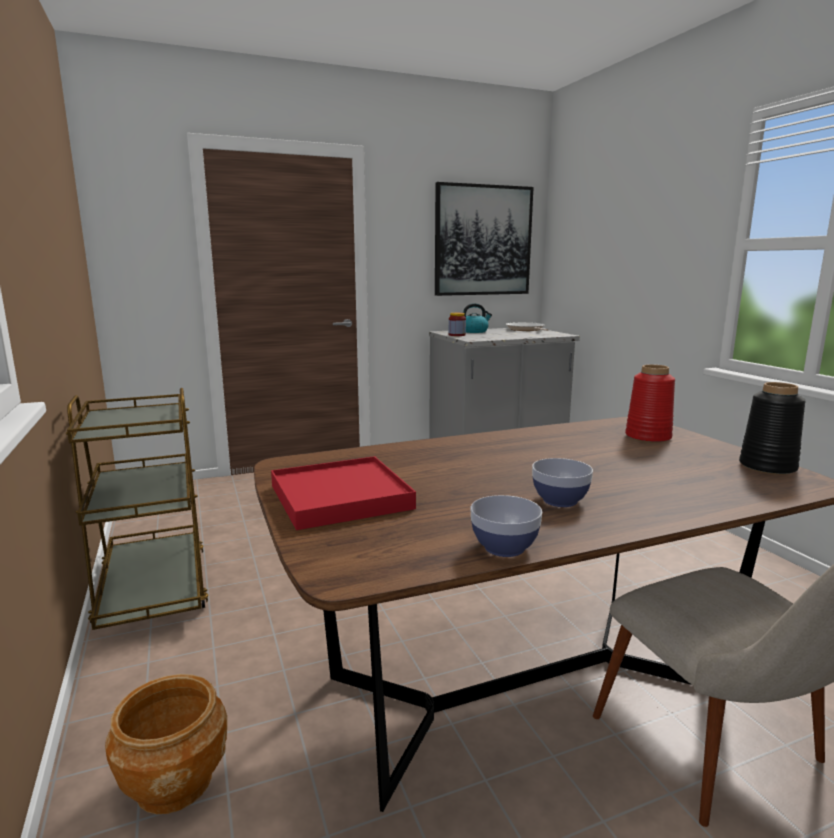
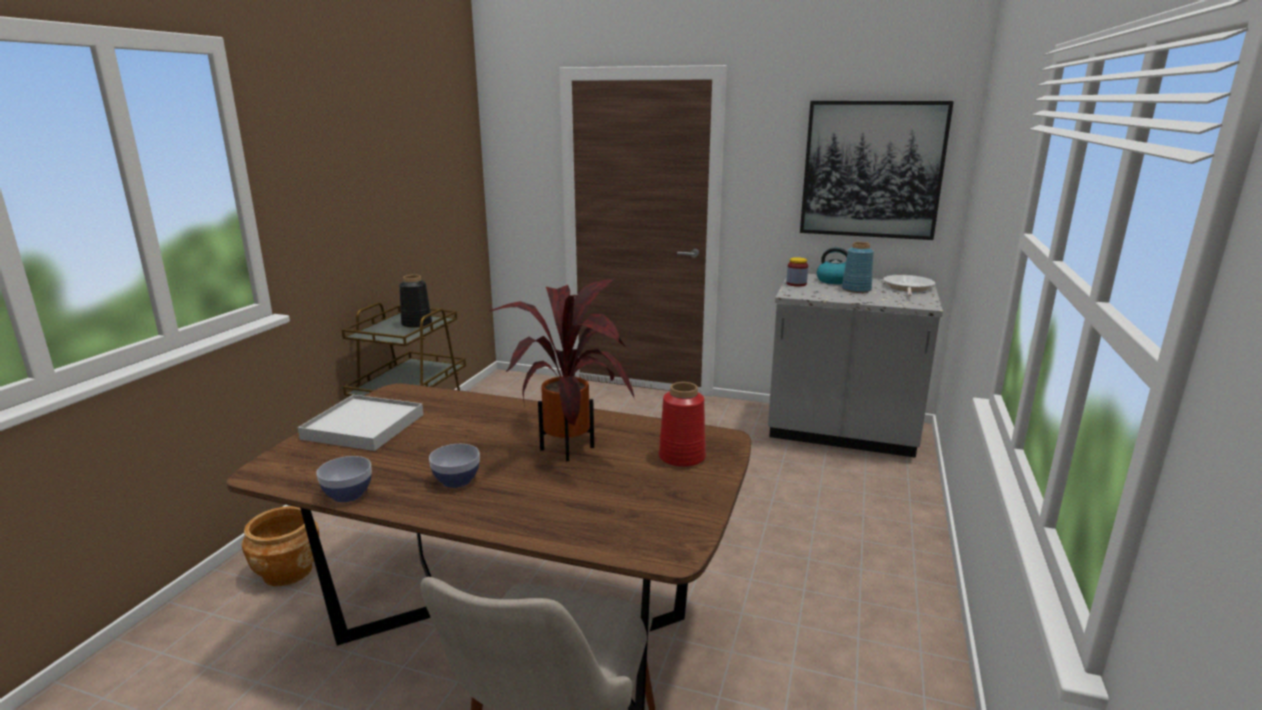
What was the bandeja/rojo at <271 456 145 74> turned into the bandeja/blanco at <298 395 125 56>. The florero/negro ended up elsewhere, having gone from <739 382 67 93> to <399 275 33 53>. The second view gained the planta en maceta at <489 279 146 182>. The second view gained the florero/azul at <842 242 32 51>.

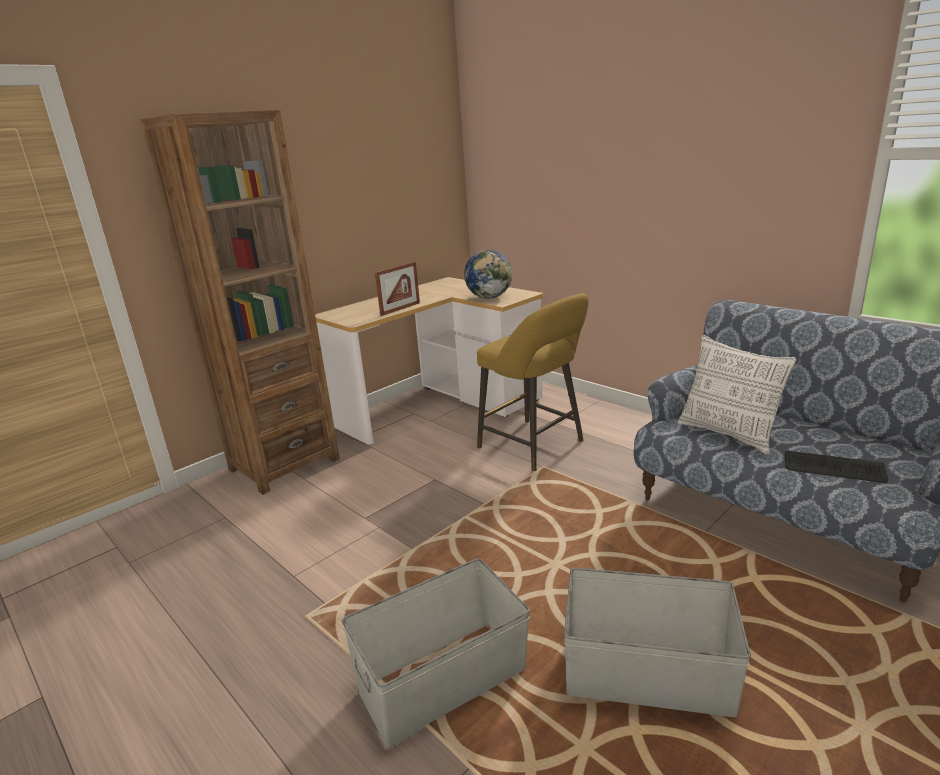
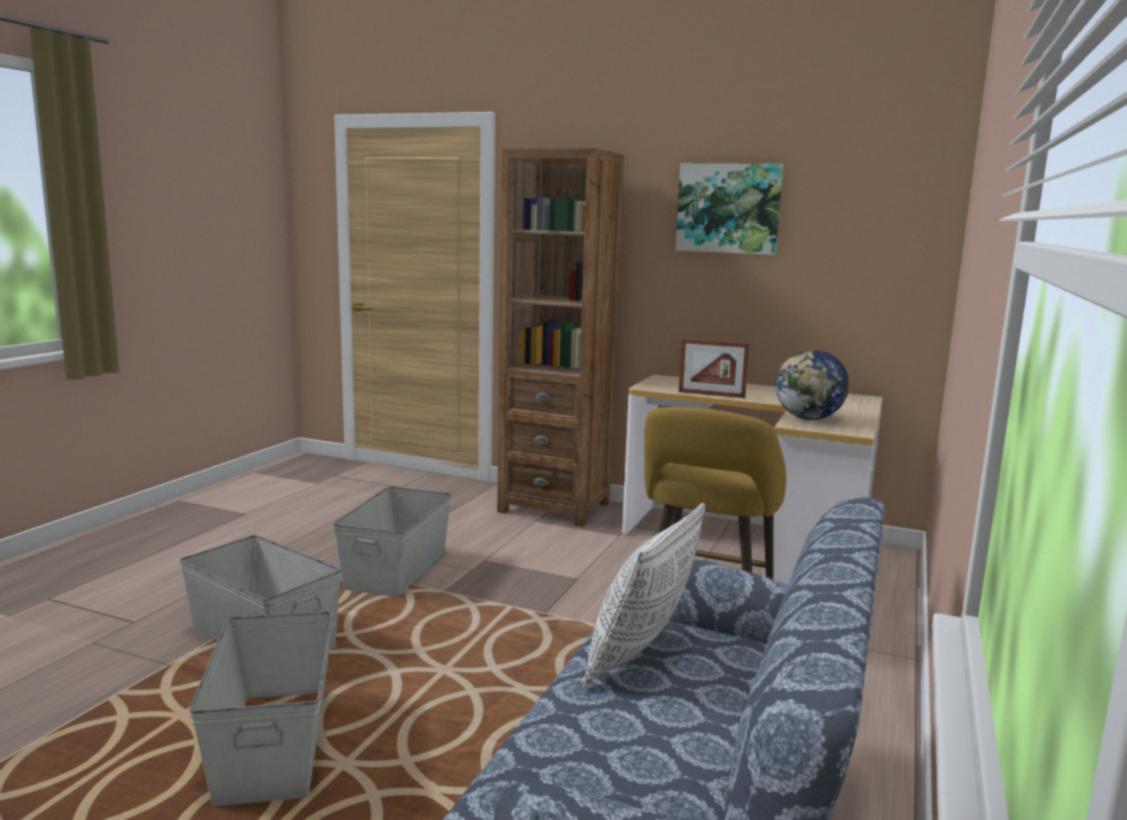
The second view lost the teclado at <785 451 103 32>. The second view gained the caja de almacenaje/gris at <333 486 119 111>. The second view gained the cuadro at <675 163 108 92>.

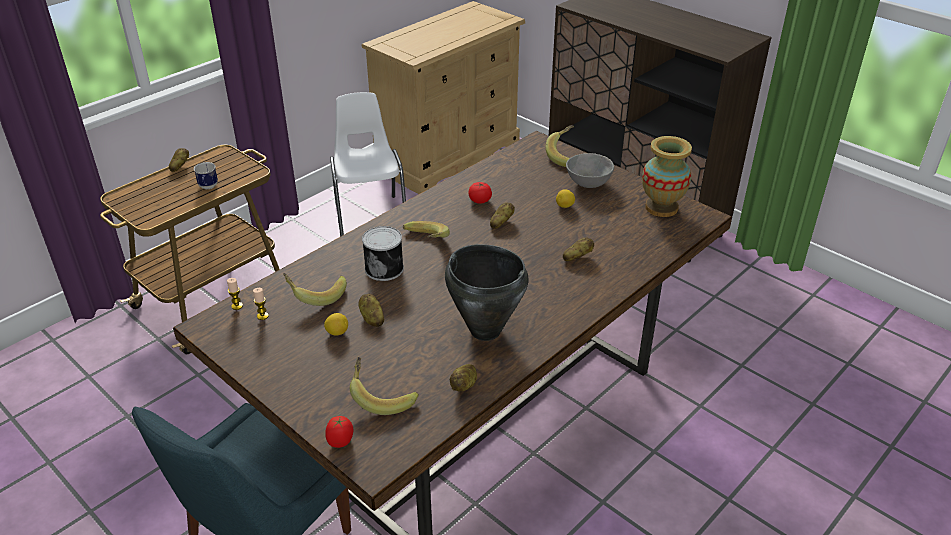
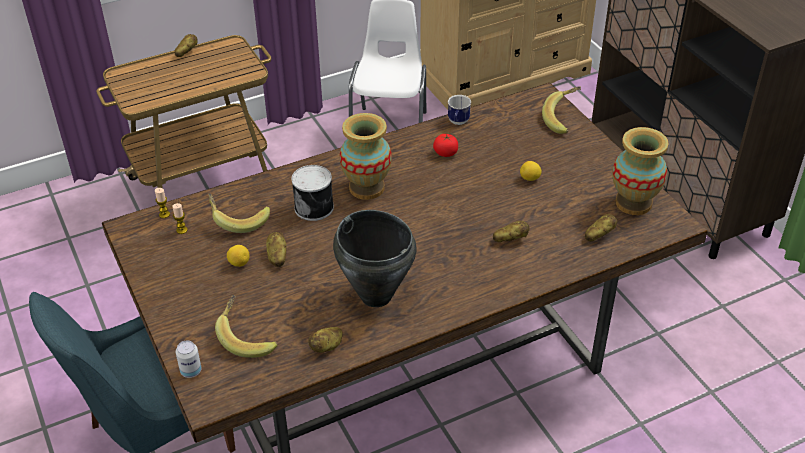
The taza grande ended up elsewhere, having gone from <194 162 24 27> to <448 95 23 30>. Where the tomate stood at <325 416 28 32>, the lata came to stand at <176 341 26 37>. Where the plátano stood at <403 221 47 17>, the florero came to stand at <339 113 53 87>. The patata ended up elsewhere, having gone from <490 202 25 27> to <585 214 32 27>. The second view lost the cuenco/gris at <566 153 48 35>.

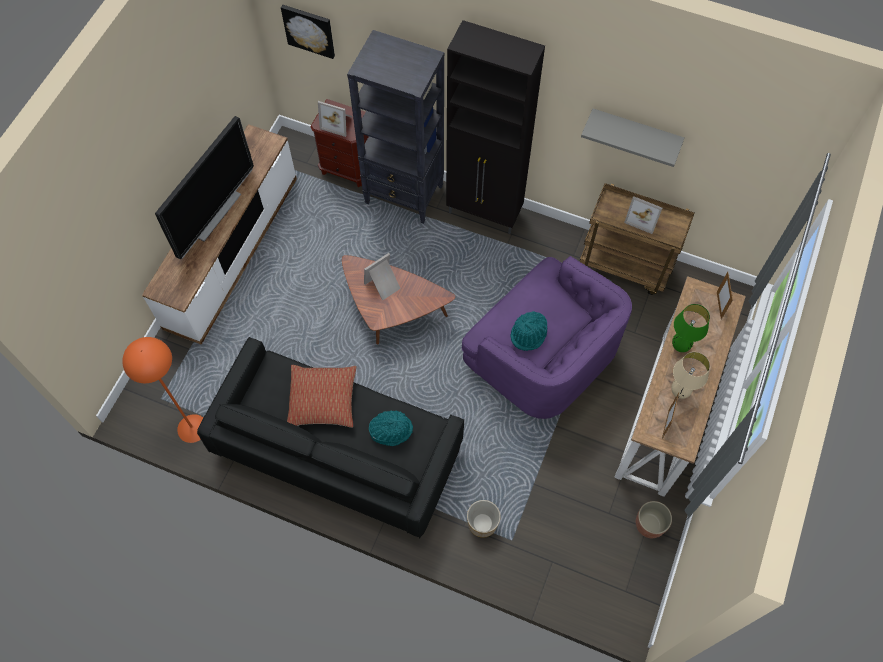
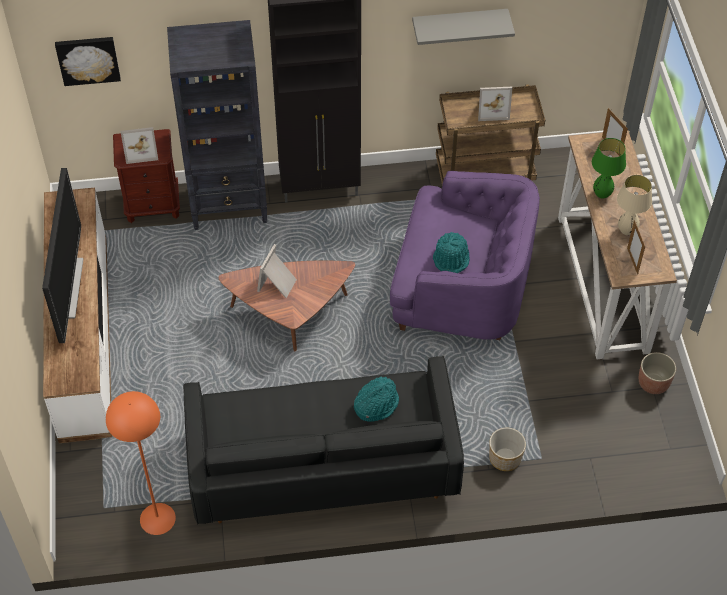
The second view lost the cojín at <287 365 70 63>.

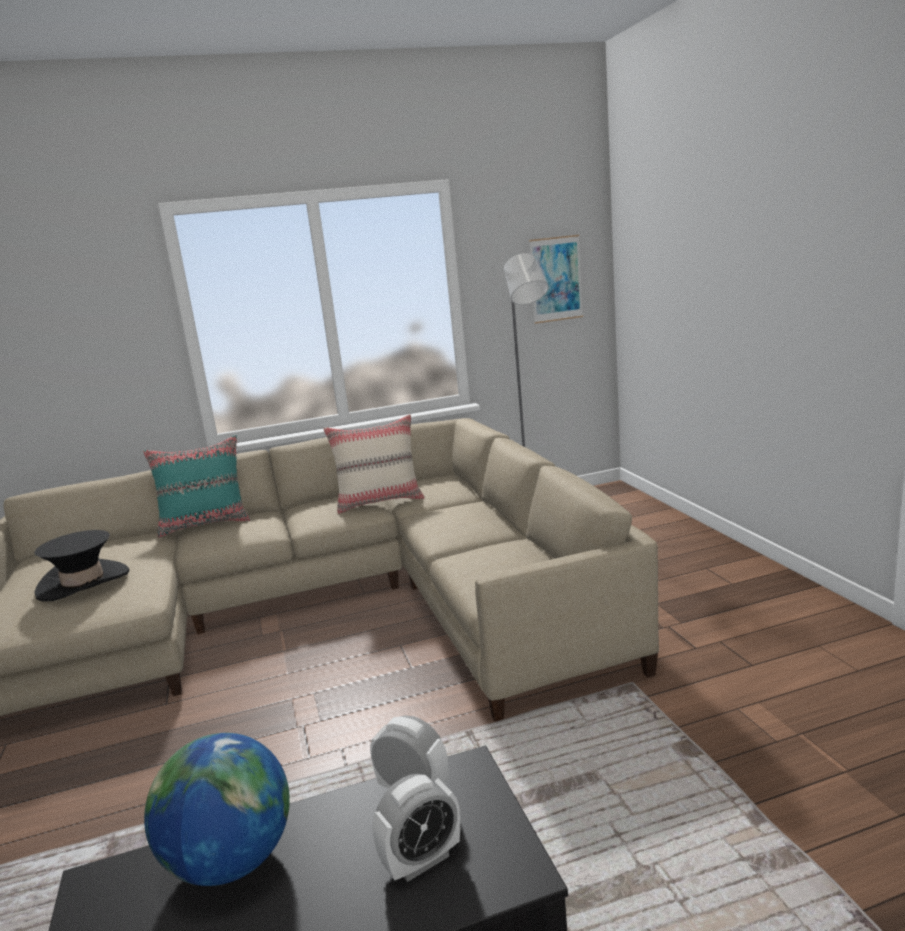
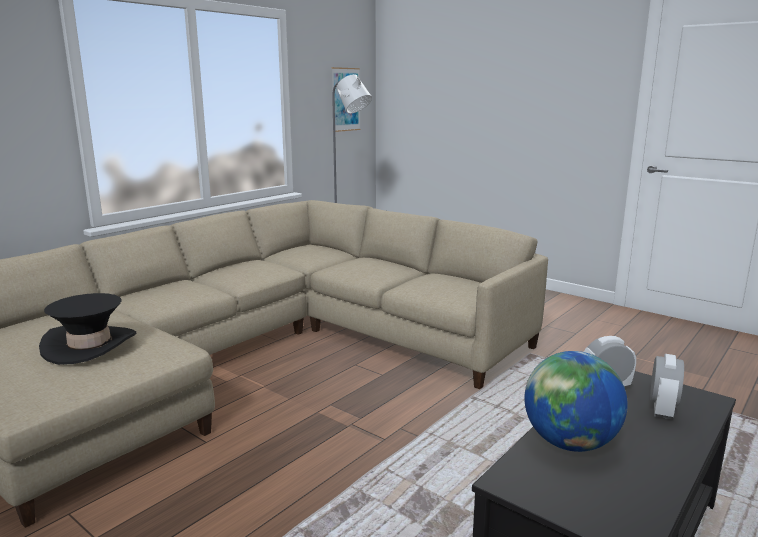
The second view lost the cojín/turquesa at <143 435 108 103>. The second view lost the cojín/beis at <324 414 101 100>.

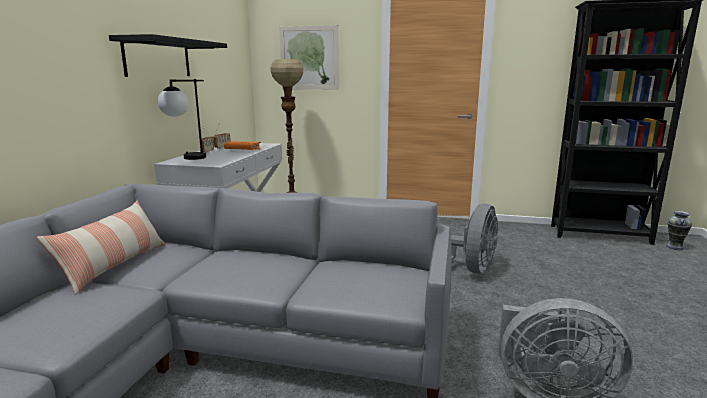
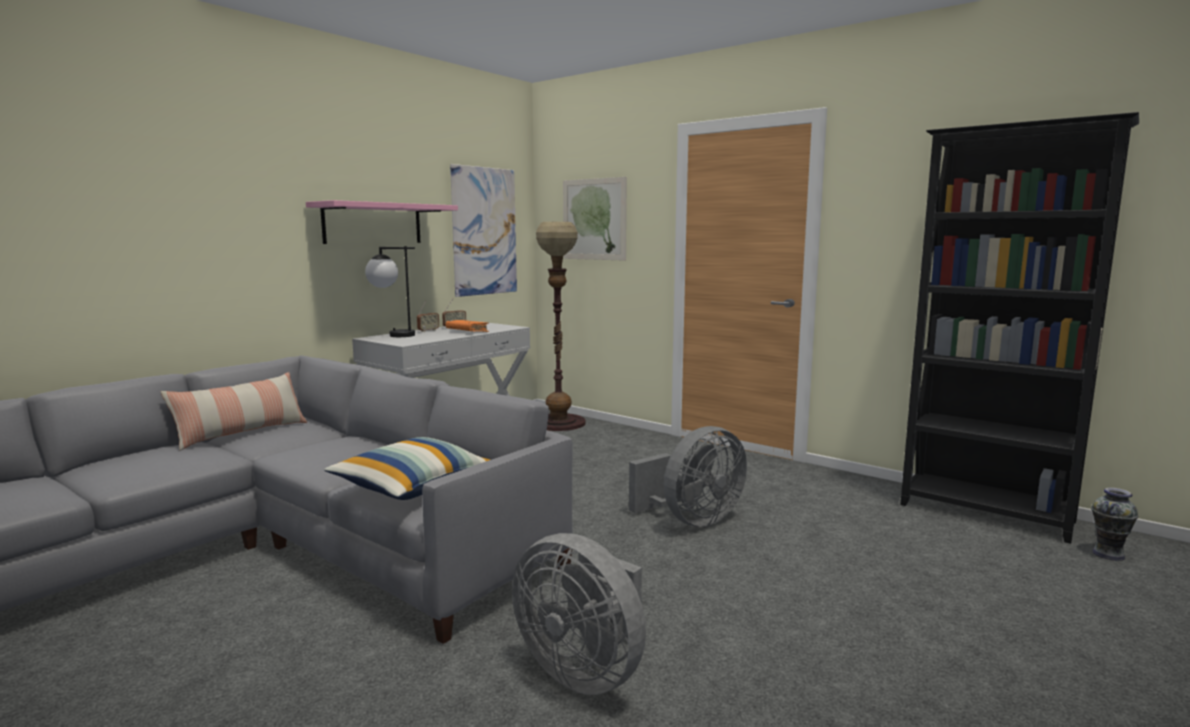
What was the estante/negro at <109 34 118 43> turned into the estante/rosa at <306 200 152 44>. The second view gained the cojín at <324 437 166 63>. The second view gained the cuadro at <450 164 67 133>.

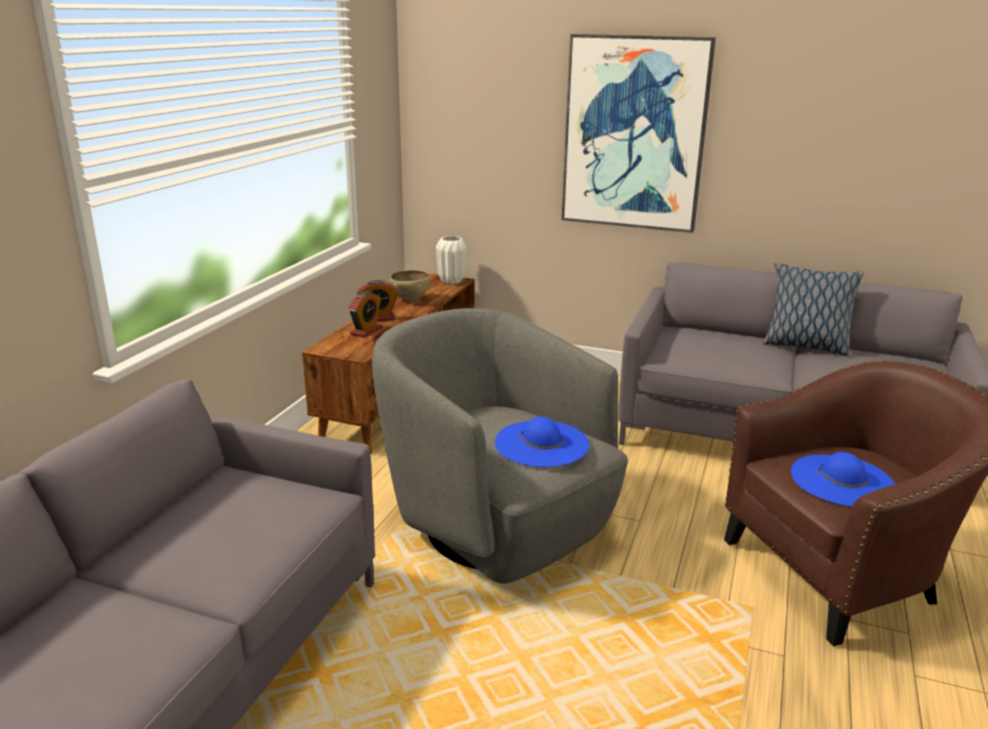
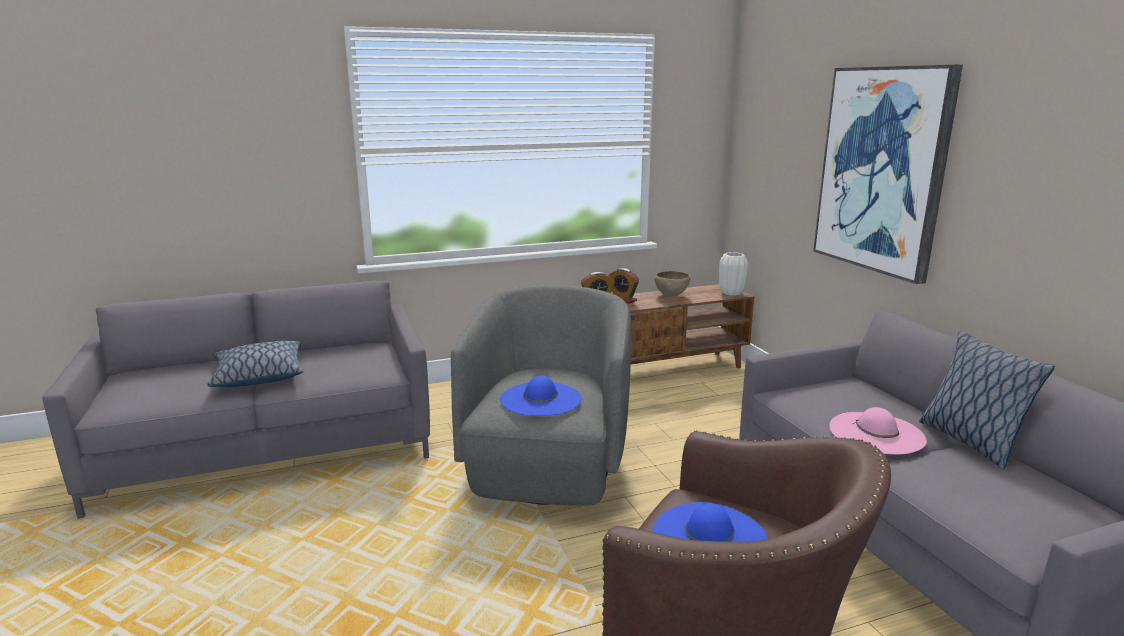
The second view gained the cojín at <207 341 96 46>. The second view gained the sombrero/rosa at <829 407 98 48>.

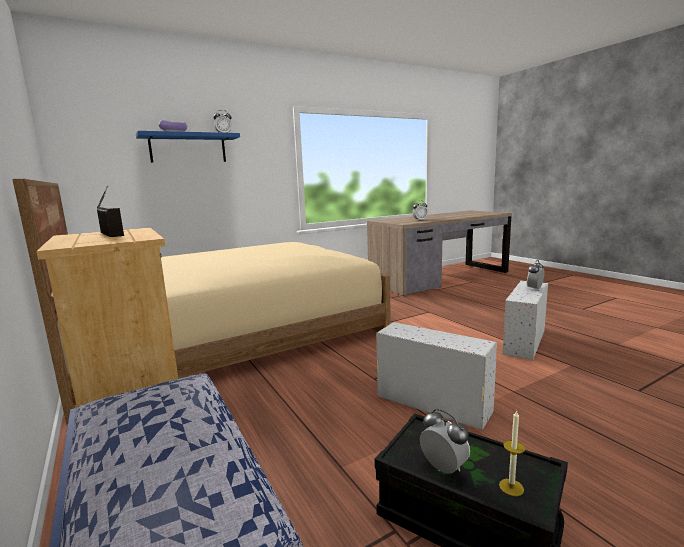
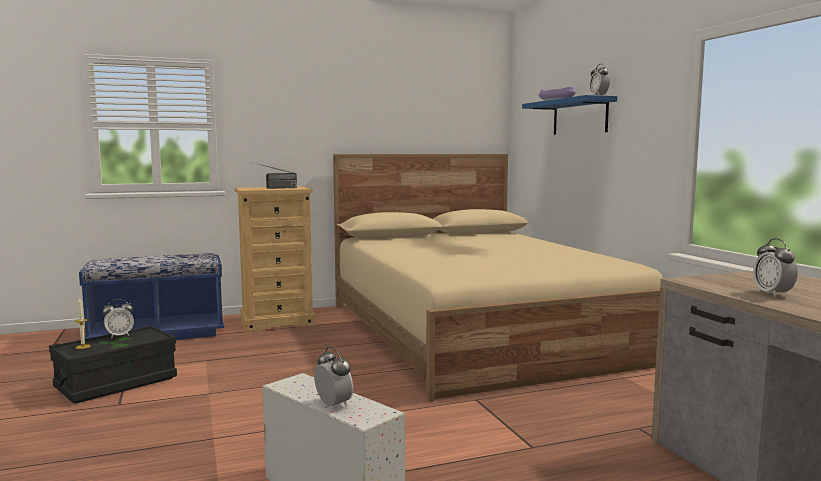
The second view lost the caja de almacenaje/blanco at <376 322 121 108>.

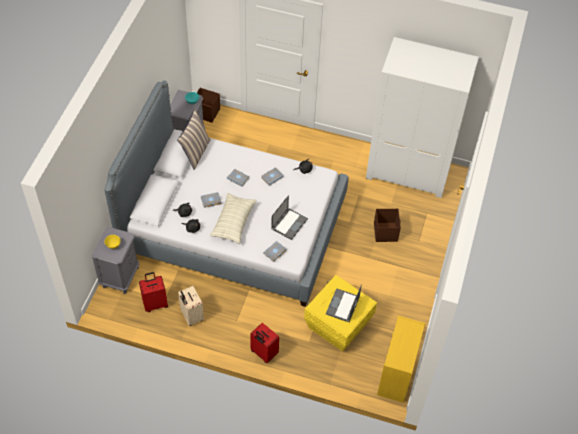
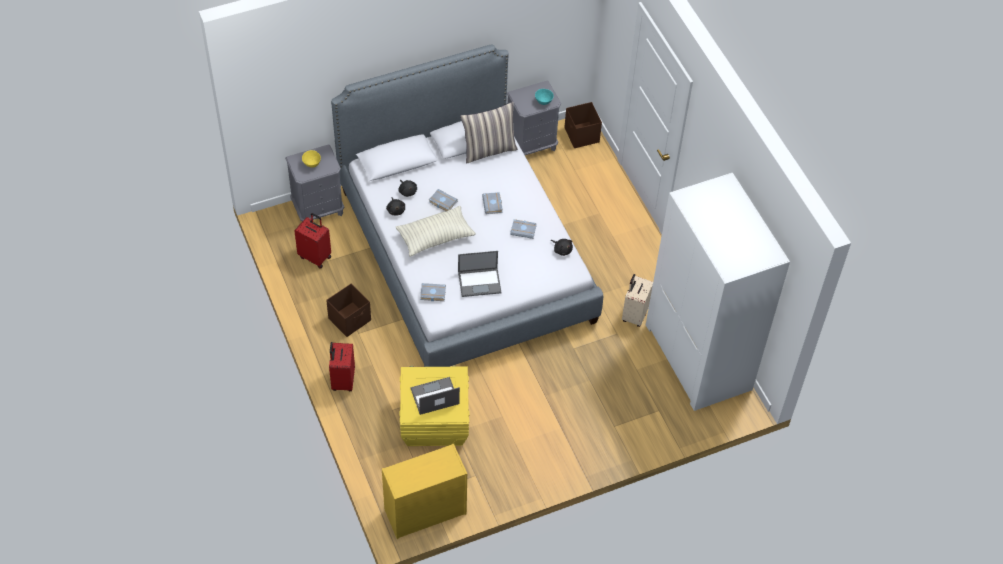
The maleta/beis ended up elsewhere, having gone from <178 286 26 40> to <622 274 31 53>. The caja de almacenaje/marrón ended up elsewhere, having gone from <374 209 27 33> to <326 284 45 53>.

